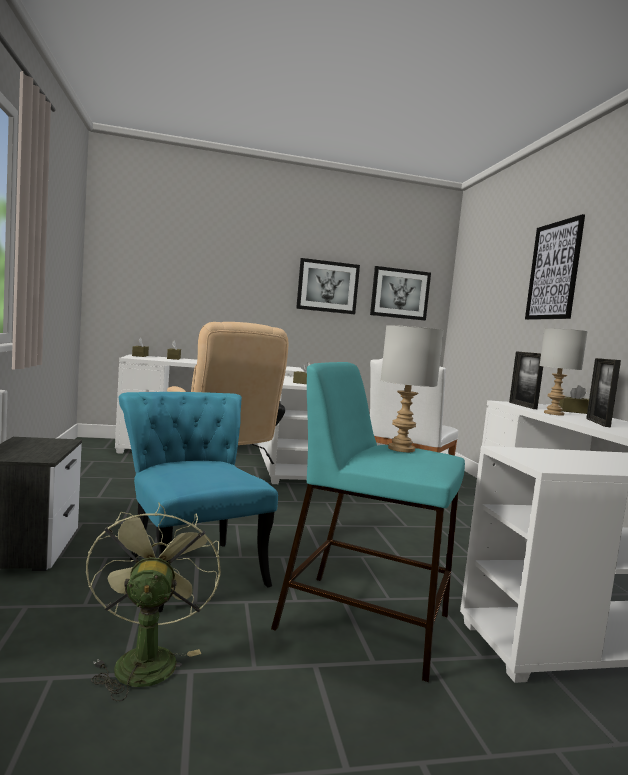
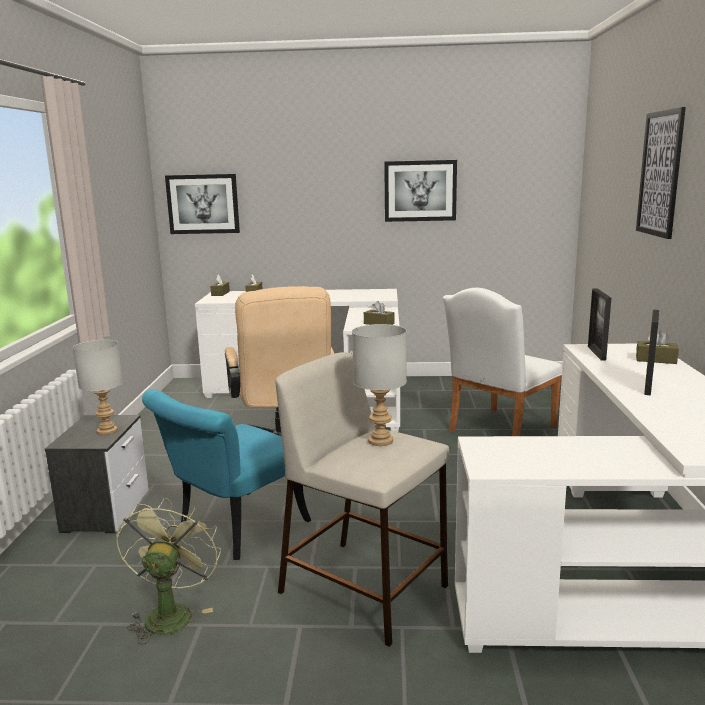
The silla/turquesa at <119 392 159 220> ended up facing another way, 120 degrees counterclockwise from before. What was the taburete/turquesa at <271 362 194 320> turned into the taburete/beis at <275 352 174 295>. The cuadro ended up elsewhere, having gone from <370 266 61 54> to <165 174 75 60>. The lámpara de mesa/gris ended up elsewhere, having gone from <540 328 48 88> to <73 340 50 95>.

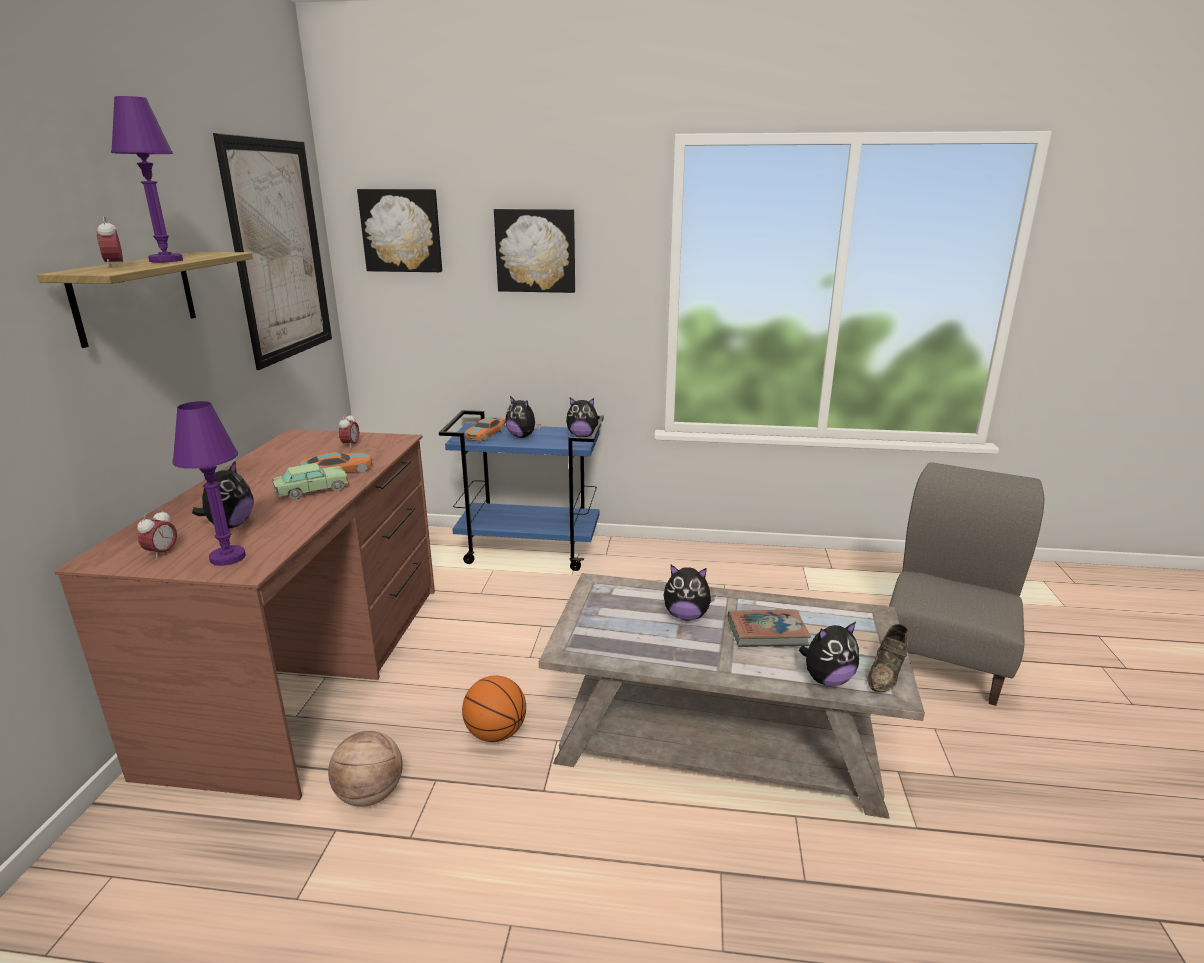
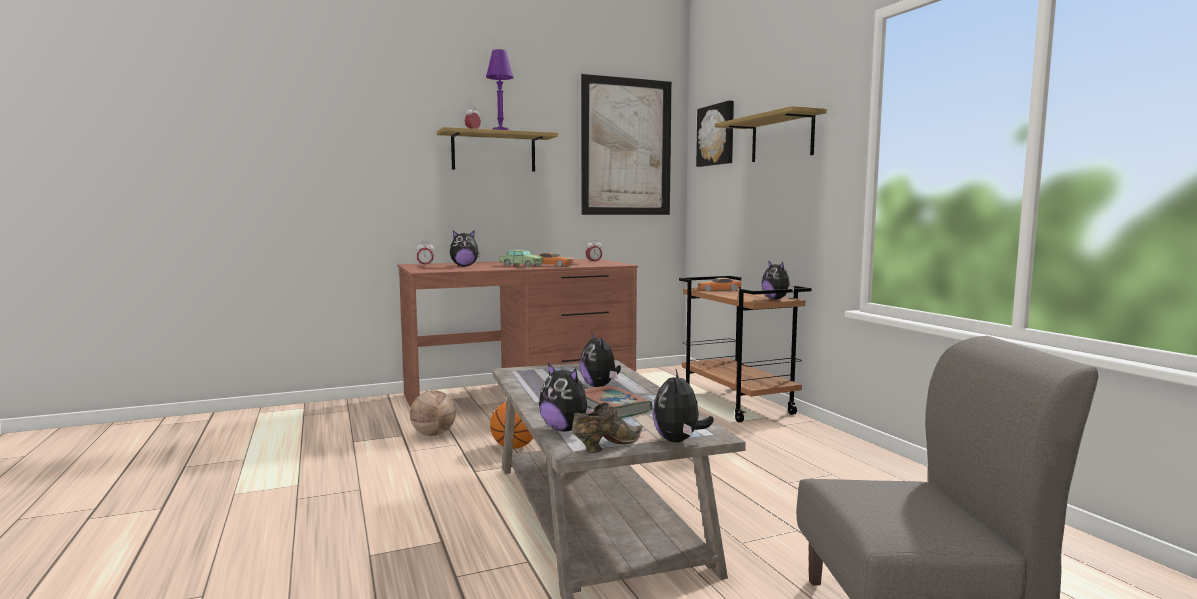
The second view lost the lámpara de mesa/morado at <172 401 74 165>. What was the carrito/azul at <439 410 165 161> turned into the carrito/marrón at <679 276 133 146>. Where the cuadro hung at <494 209 81 84>, the estante came to hang at <715 106 112 56>. The peluche ended up elsewhere, having gone from <505 396 36 42> to <653 369 61 73>. The zapato/marrón at <867 624 42 68> ended up facing another way, 135 degrees clockwise from before.

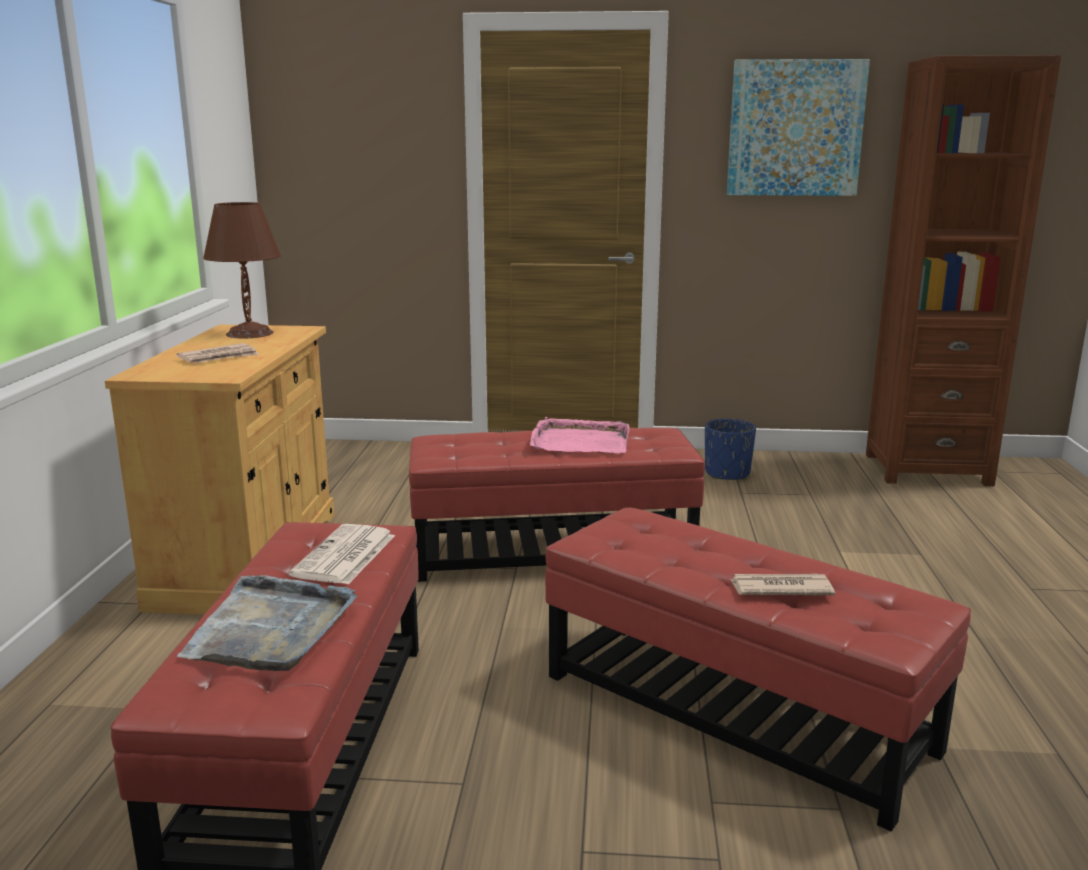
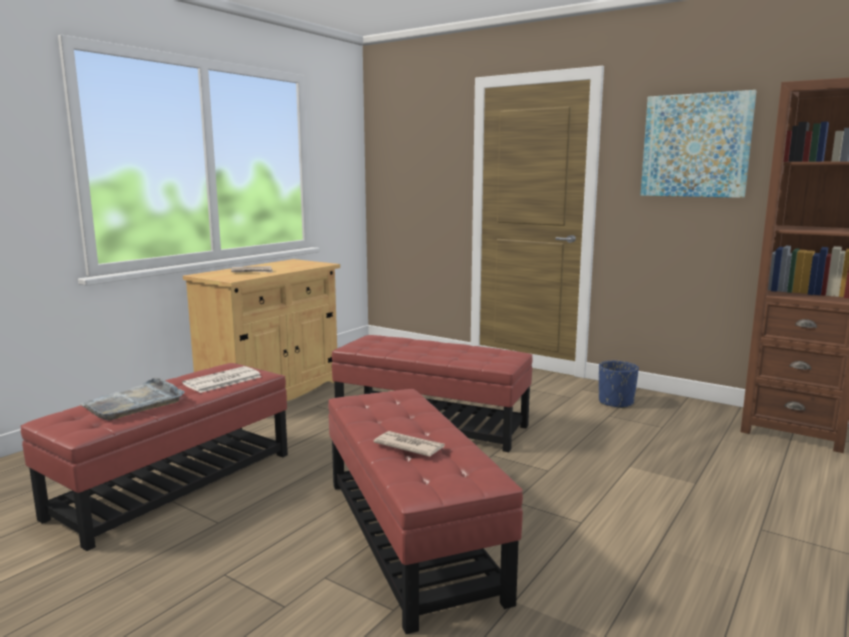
The second view lost the lámpara de mesa/marrón at <203 202 78 136>. The second view lost the bandeja/rosa at <530 417 99 36>.

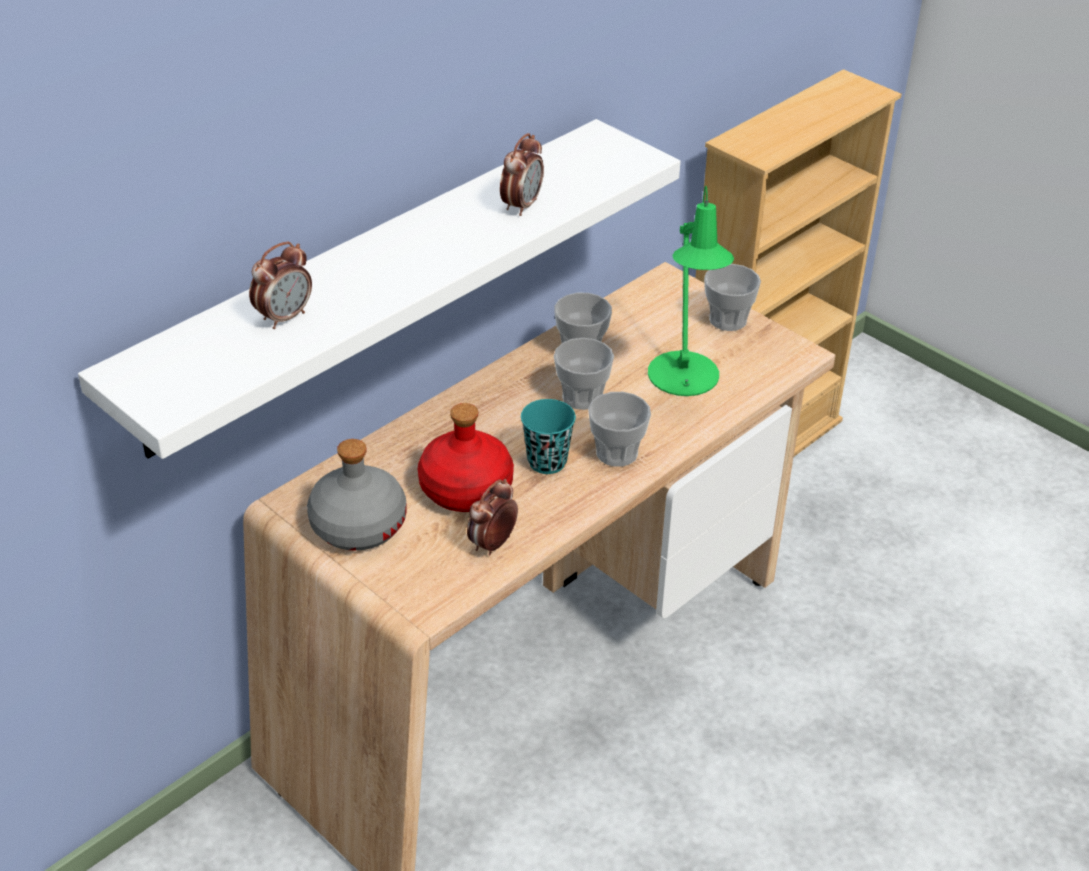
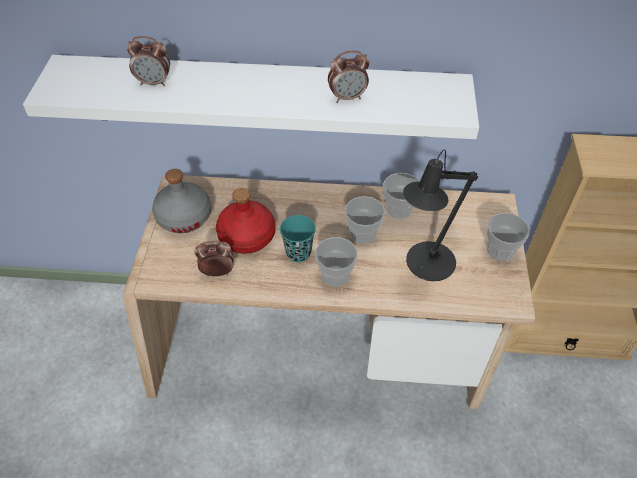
What was the lámpara de mesa/verde at <648 186 86 210> turned into the lámpara de mesa/negro at <403 149 75 132>.

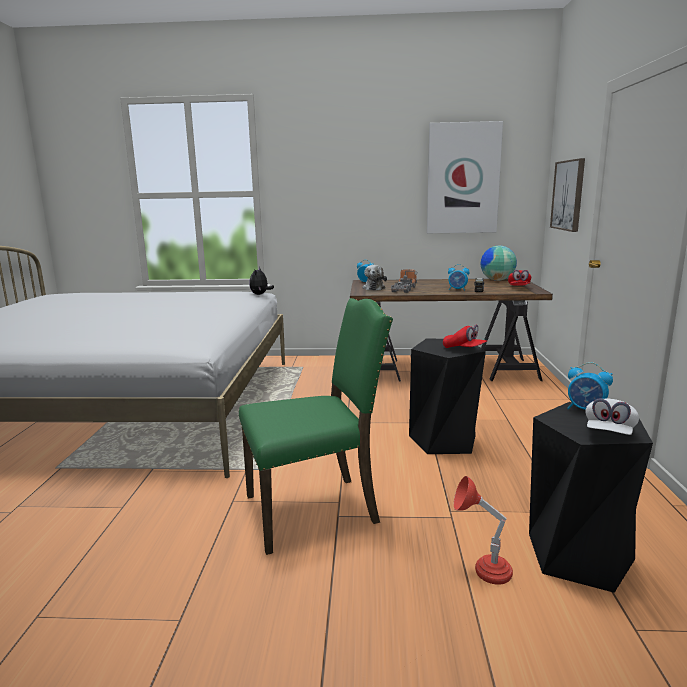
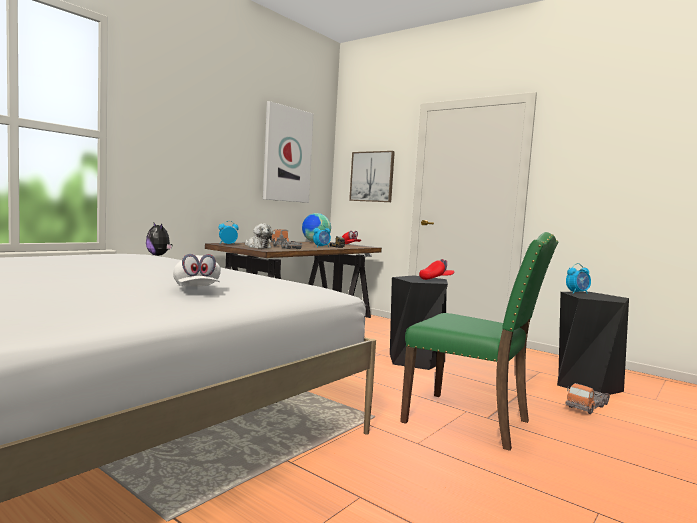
The silla/verde at <239 298 154 257> ended up facing another way, 105 degrees clockwise from before. Where the lámpara de mesa/rojo stood at <454 476 59 109>, the camión de juguete came to stand at <566 383 44 31>. The gorra/blanco ended up elsewhere, having gone from <585 398 54 37> to <173 254 48 33>.

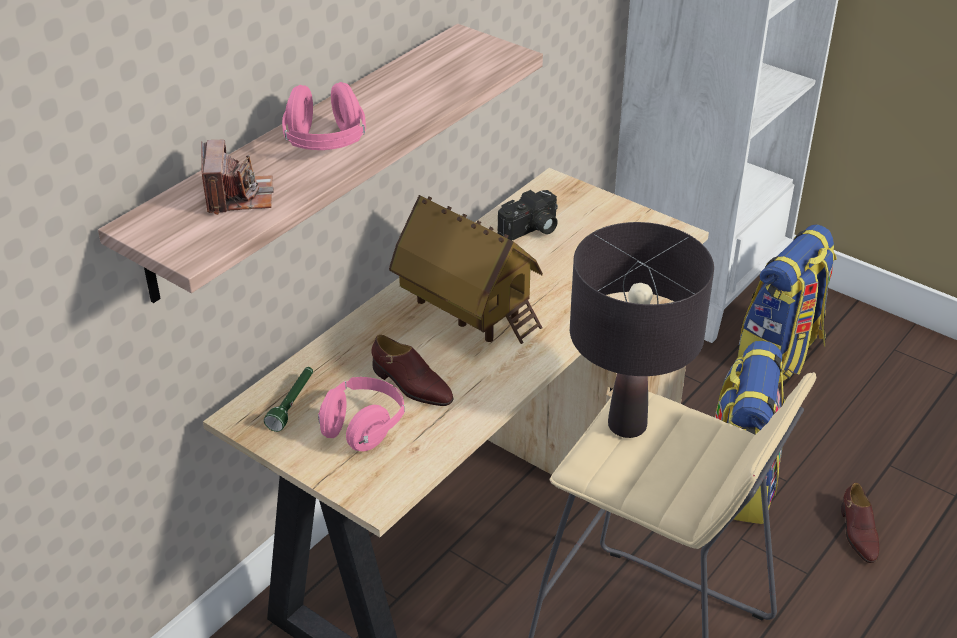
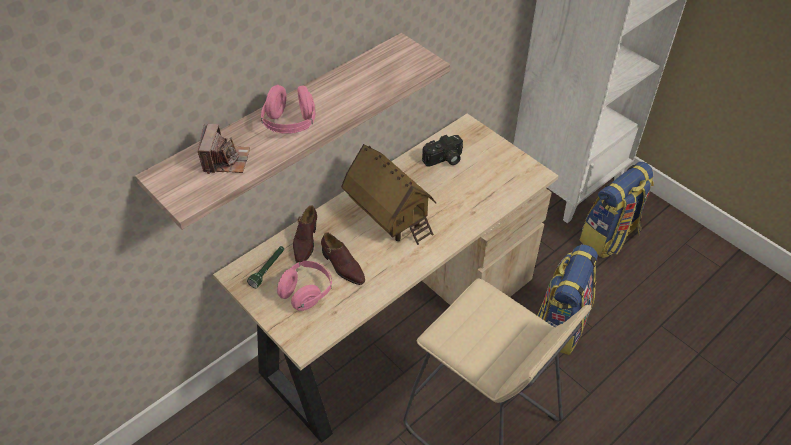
The second view lost the lámpara de mesa/negro at <570 222 144 216>. The zapato/marrón ended up elsewhere, having gone from <841 483 38 80> to <293 205 24 58>.

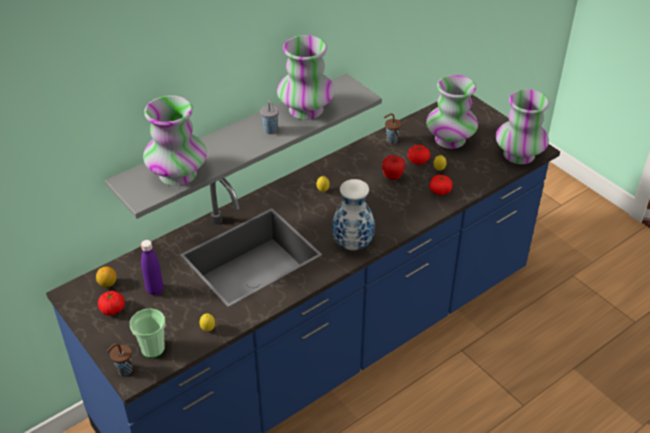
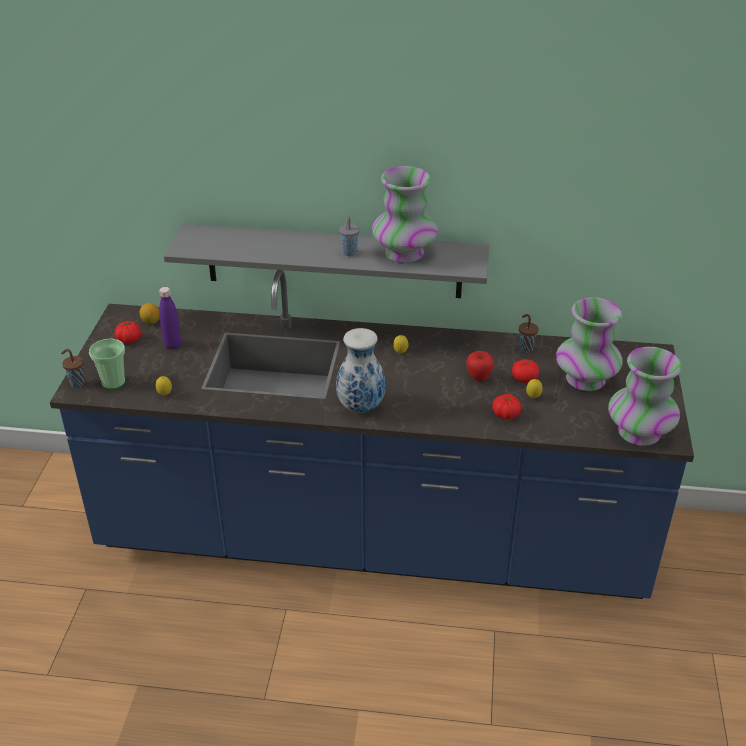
The second view lost the florero at <143 95 64 91>.

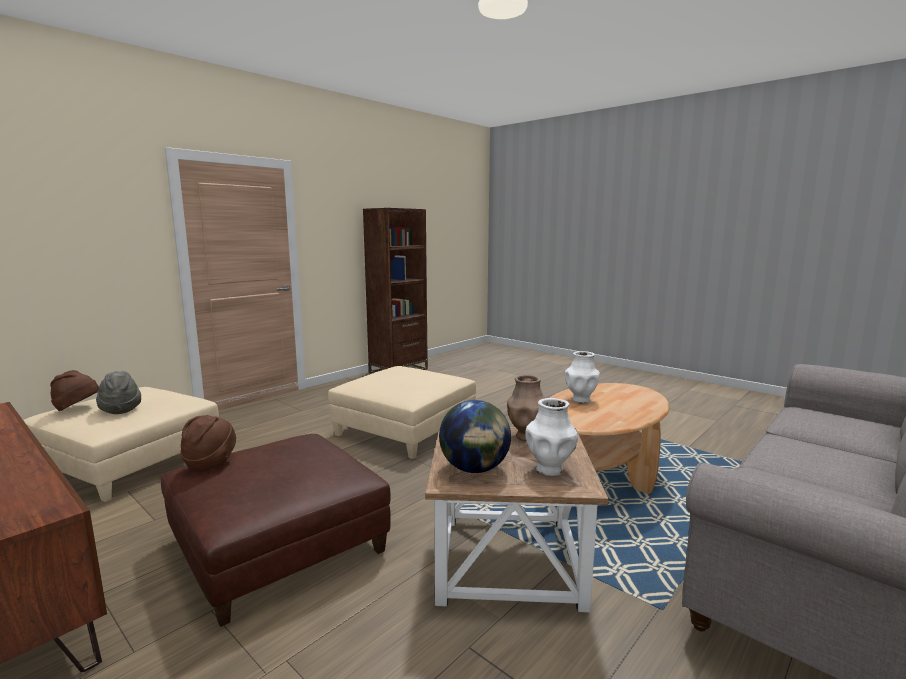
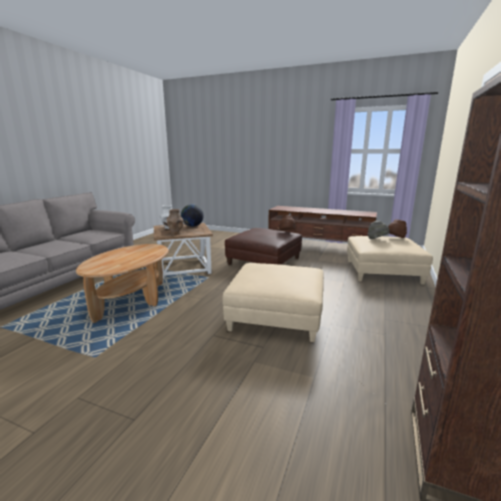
The second view lost the florero/blanco at <565 351 35 53>.

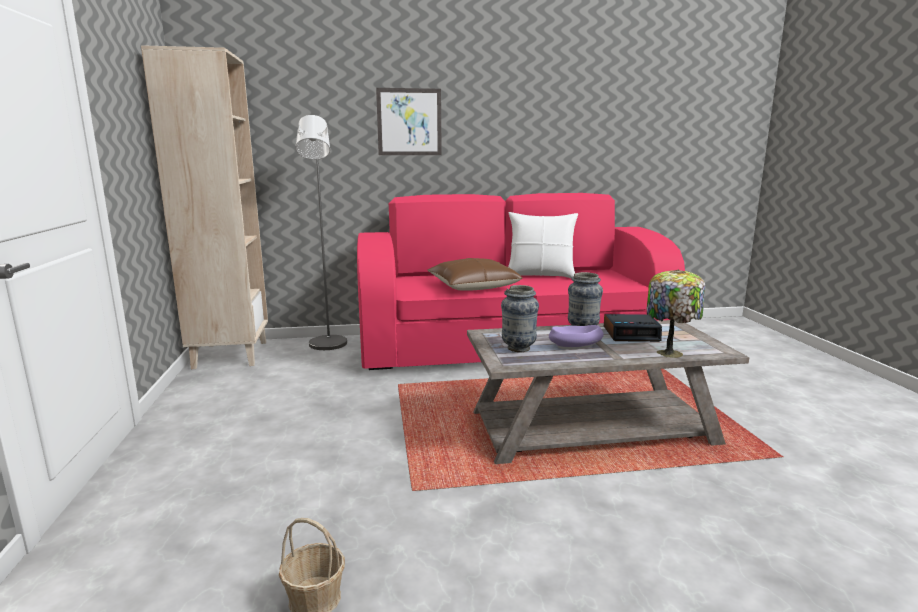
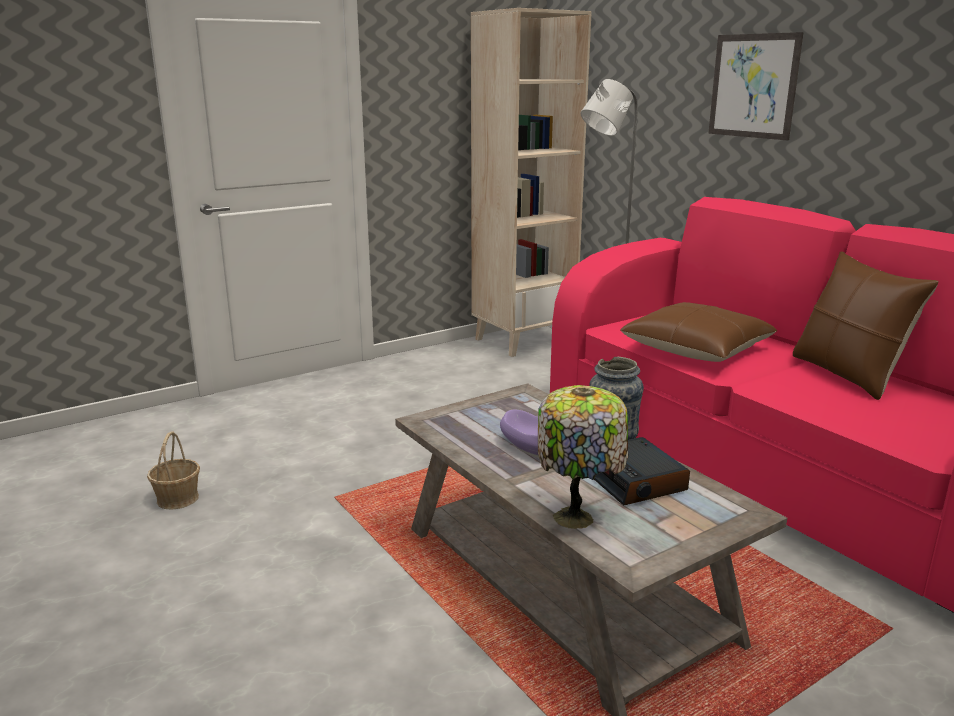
The second view lost the florero at <501 285 38 67>. What was the cojín/blanco at <508 212 70 66> turned into the cojín/marrón at <793 251 146 149>.

